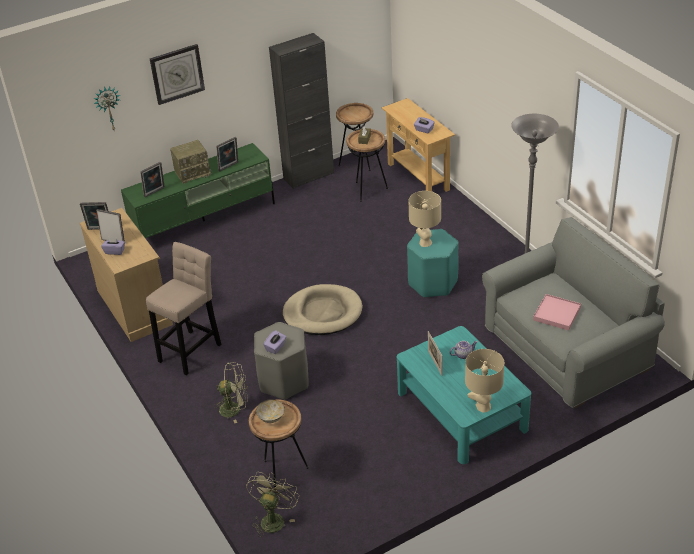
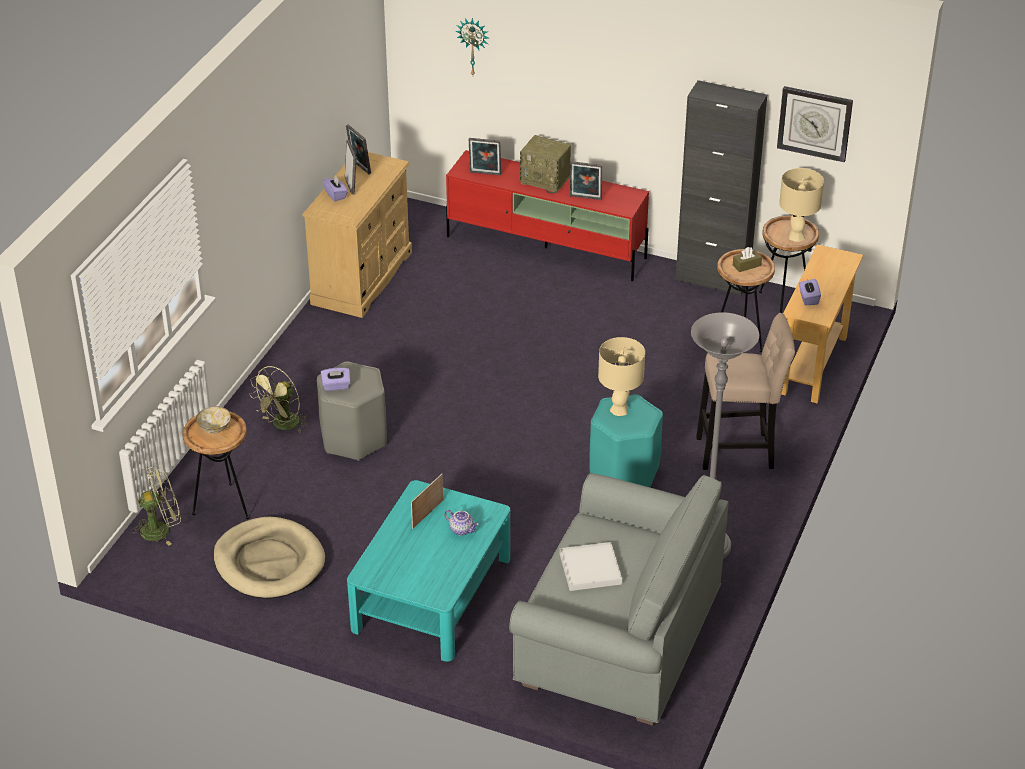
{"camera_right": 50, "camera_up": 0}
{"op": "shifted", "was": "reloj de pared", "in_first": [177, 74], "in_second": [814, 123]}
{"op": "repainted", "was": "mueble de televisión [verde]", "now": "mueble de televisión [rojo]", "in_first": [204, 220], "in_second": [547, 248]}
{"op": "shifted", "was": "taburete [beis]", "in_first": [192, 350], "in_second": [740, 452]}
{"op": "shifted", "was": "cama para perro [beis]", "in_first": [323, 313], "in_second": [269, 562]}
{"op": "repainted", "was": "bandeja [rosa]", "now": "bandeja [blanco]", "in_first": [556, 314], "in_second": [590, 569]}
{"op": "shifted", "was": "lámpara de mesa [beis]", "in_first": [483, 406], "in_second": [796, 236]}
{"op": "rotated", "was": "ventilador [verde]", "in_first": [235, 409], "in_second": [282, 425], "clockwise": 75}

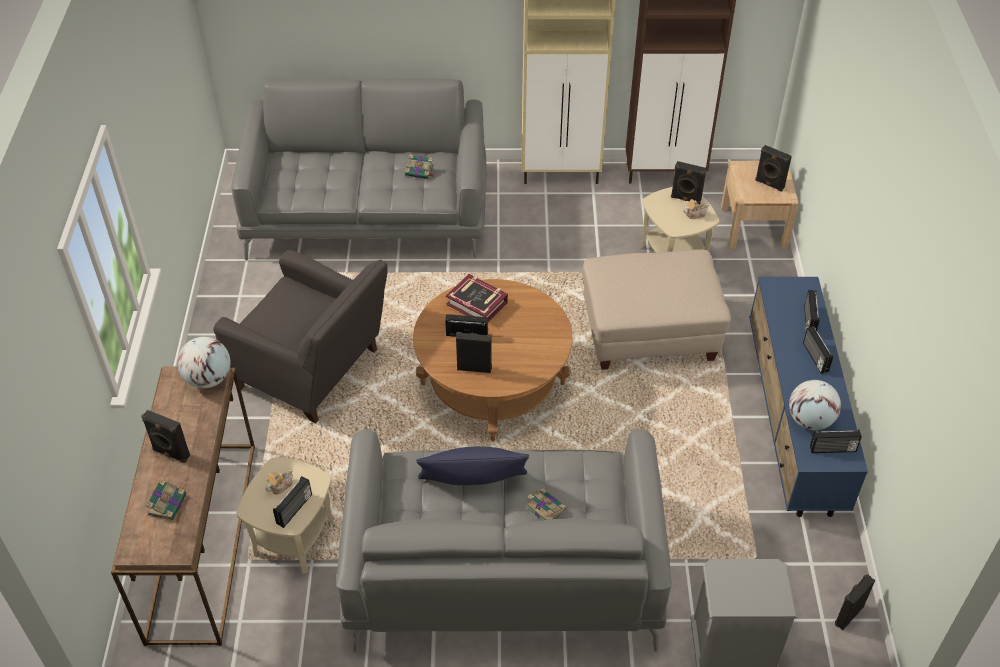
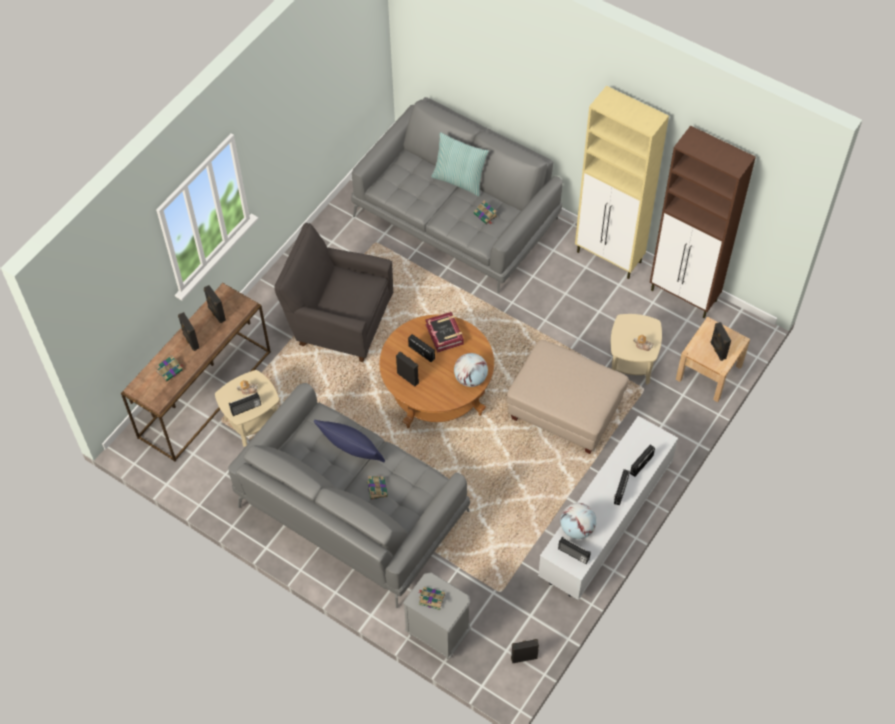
{"camera_right": 35, "camera_up": 10}
{"op": "shifted", "was": "altavoz [negro]", "in_first": [685, 199], "in_second": [216, 314]}
{"op": "rotated", "was": "sillón [gris]", "in_first": [315, 371], "in_second": [339, 321], "clockwise": 135}
{"op": "repainted", "was": "mueble de televisión [azul]", "now": "mueble de televisión [blanco]", "in_first": [793, 420], "in_second": [604, 523]}
{"op": "shifted", "was": "globo terráqueo", "in_first": [208, 379], "in_second": [470, 378]}
{"op": "new", "now": "cojín", "in_second": [459, 180]}
{"op": "new", "now": "libro", "in_second": [431, 599]}

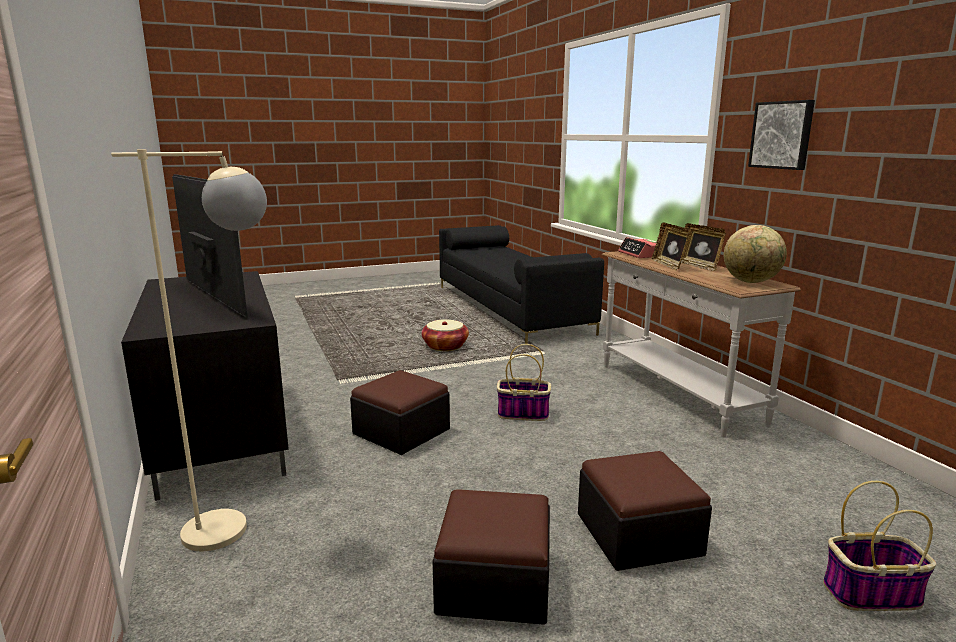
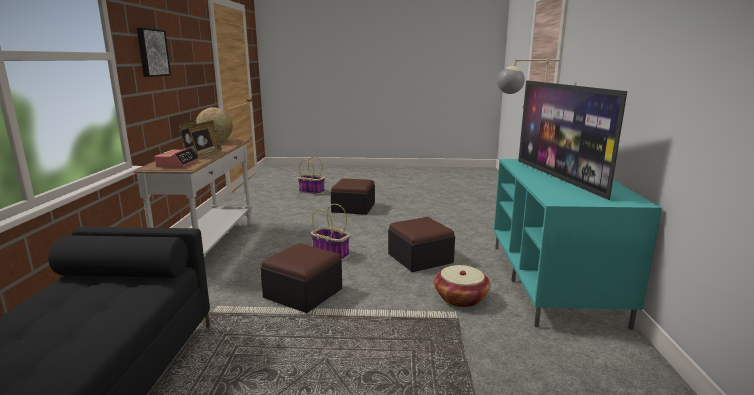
{"camera_right": -155, "camera_up": 0}
{"op": "repainted", "was": "mueble de televisión [negro]", "now": "mueble de televisión [turquesa]", "in_first": [219, 433], "in_second": [554, 282]}
{"op": "shifted", "was": "cesta", "in_first": [445, 346], "in_second": [461, 298]}
{"op": "shifted", "was": "puf", "in_first": [494, 582], "in_second": [303, 293]}

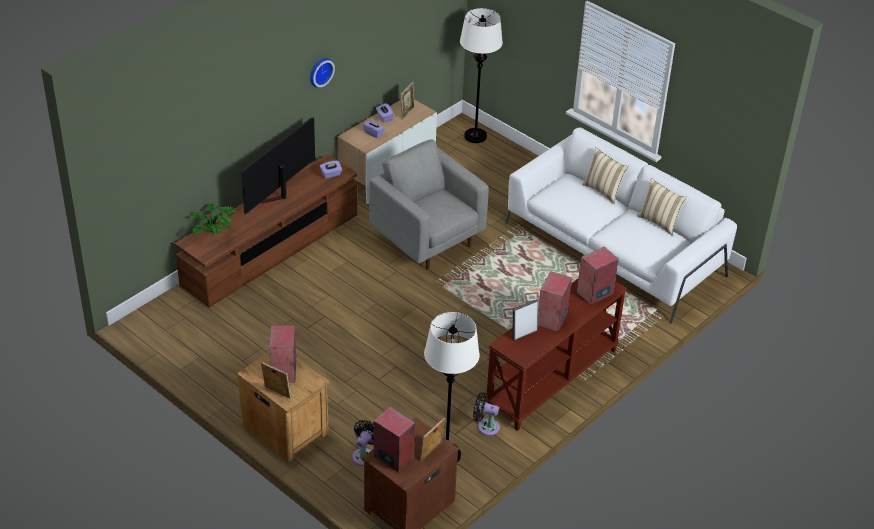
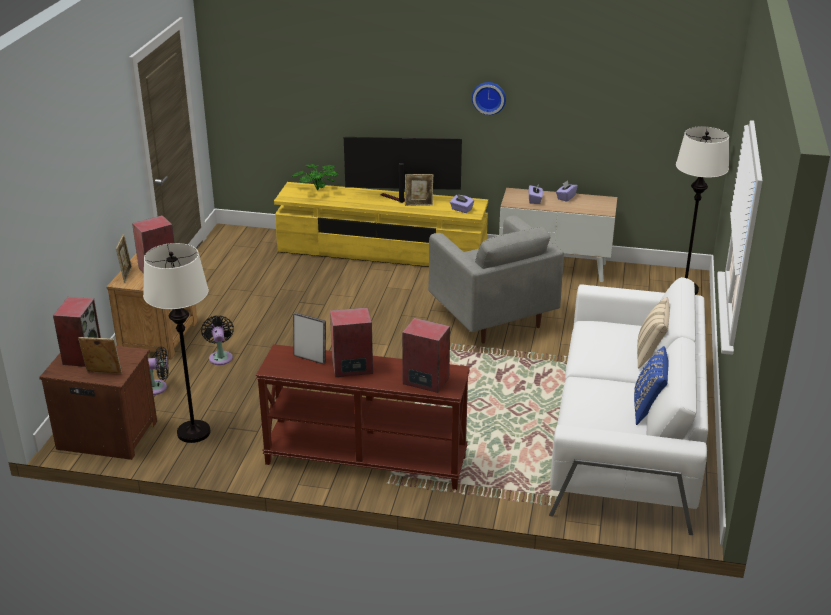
{"camera_right": 60, "camera_up": -10}
{"op": "shifted", "was": "portarretratos", "in_first": [407, 113], "in_second": [419, 205]}
{"op": "rotated", "was": "sillón [gris]", "in_first": [427, 240], "in_second": [492, 317], "clockwise": 135}
{"op": "repainted", "was": "mueble de televisión [marrón]", "now": "mueble de televisión [amarillo]", "in_first": [271, 250], "in_second": [382, 252]}
{"op": "repainted", "was": "cojín [beis]", "now": "cojín [azul]", "in_first": [659, 222], "in_second": [648, 408]}
{"op": "shifted", "was": "ventilador [negro]", "in_first": [485, 426], "in_second": [220, 356]}

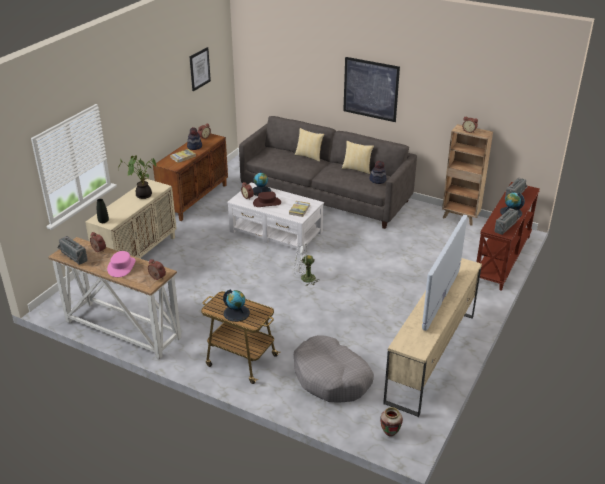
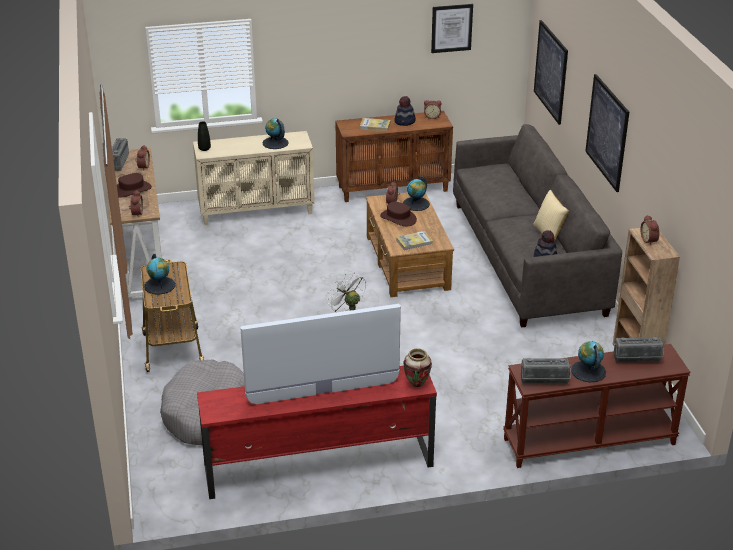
{"camera_right": 50, "camera_up": 0}
{"op": "gone", "was": "cojín", "in_first": [309, 156]}
{"op": "swapped", "was": "planta en maceta", "now": "globo terráqueo", "in_first": [143, 194], "in_second": [275, 143]}
{"op": "repainted", "was": "mesa de centro [blanco]", "now": "mesa de centro [marrón]", "in_first": [276, 232], "in_second": [407, 263]}
{"op": "repainted", "was": "sombrero [rosa]", "now": "sombrero [marrón]", "in_first": [121, 267], "in_second": [132, 189]}
{"op": "repainted", "was": "mueble de televisión [beis]", "now": "mueble de televisión [rojo]", "in_first": [430, 357], "in_second": [317, 466]}
{"op": "shifted", "was": "florero", "in_first": [390, 433], "in_second": [417, 384]}
{"op": "new", "now": "cuadro", "in_second": [551, 71]}

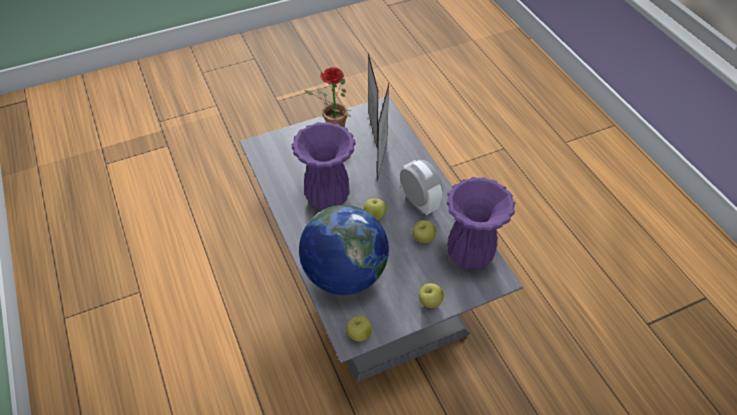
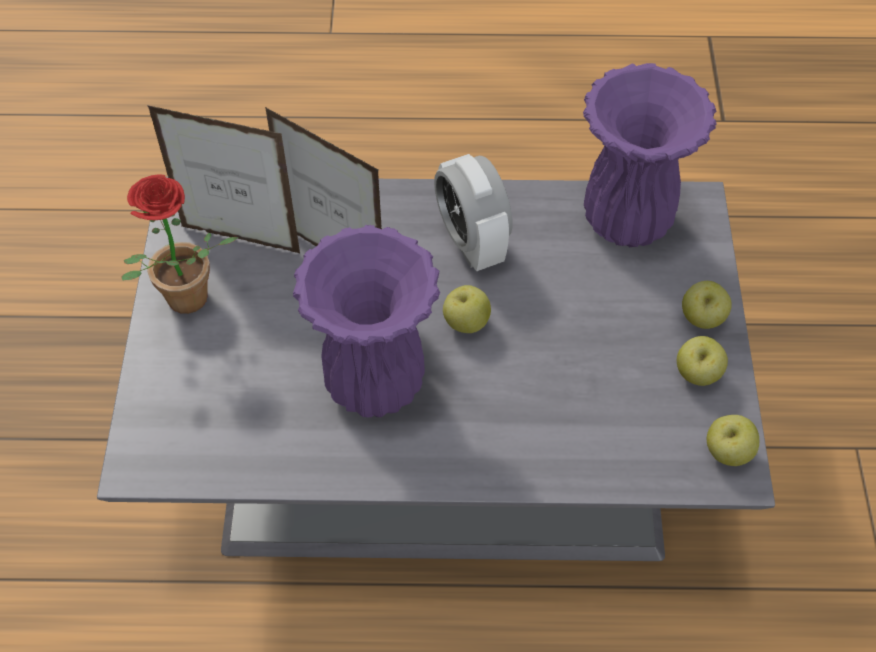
{"camera_right": -65, "camera_up": 5}
{"op": "rotated", "was": "despertador", "in_first": [419, 202], "in_second": [471, 242], "clockwise": -105}
{"op": "gone", "was": "globo terráqueo", "in_first": [344, 274]}
{"op": "shifted", "was": "manzana", "in_first": [423, 238], "in_second": [697, 374]}

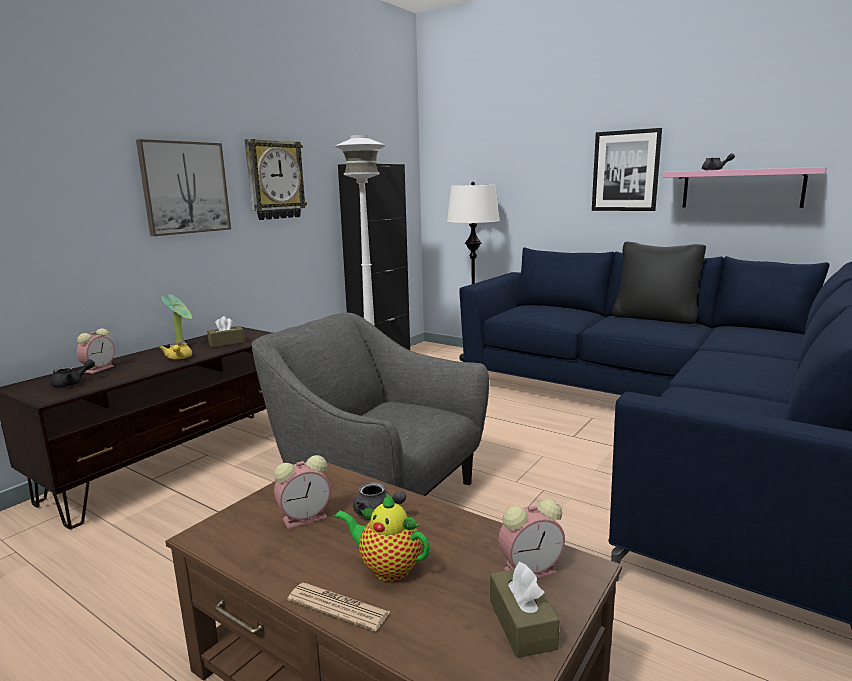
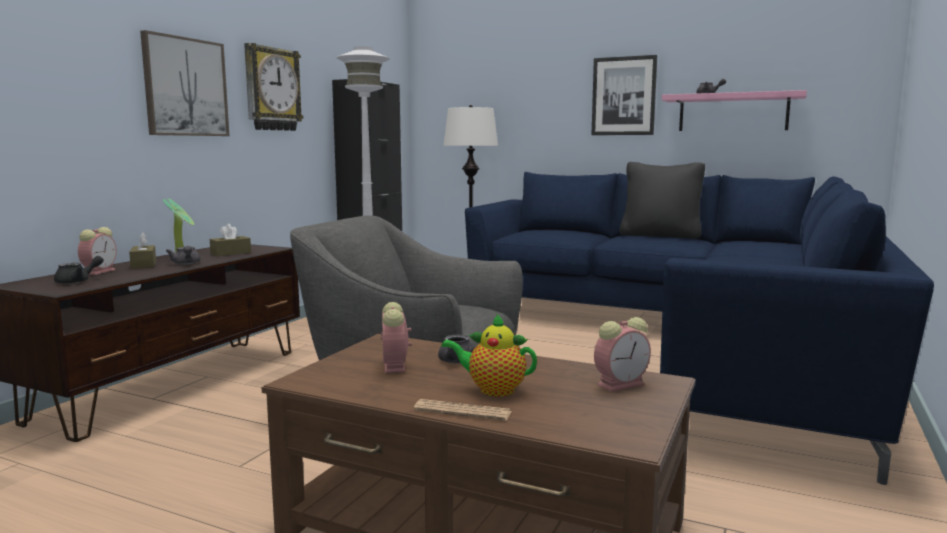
{"camera_right": -10, "camera_up": -5}
{"op": "repainted", "was": "tetera [amarillo]", "now": "tetera [gris]", "in_first": [178, 358], "in_second": [186, 263]}
{"op": "rotated", "was": "despertador", "in_first": [306, 517], "in_second": [395, 367], "clockwise": 120}
{"op": "shifted", "was": "caja de pañuelos [marrón]", "in_first": [522, 624], "in_second": [144, 264]}

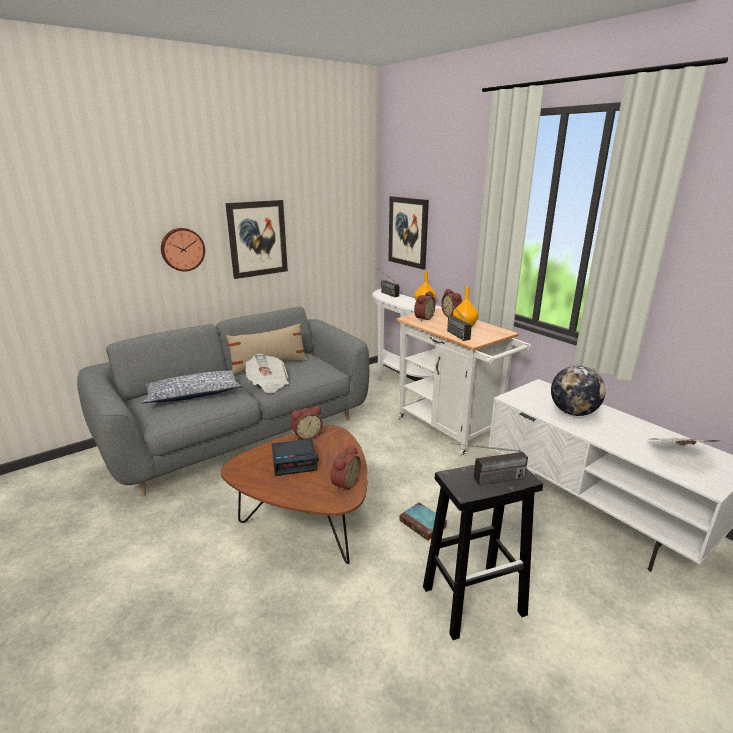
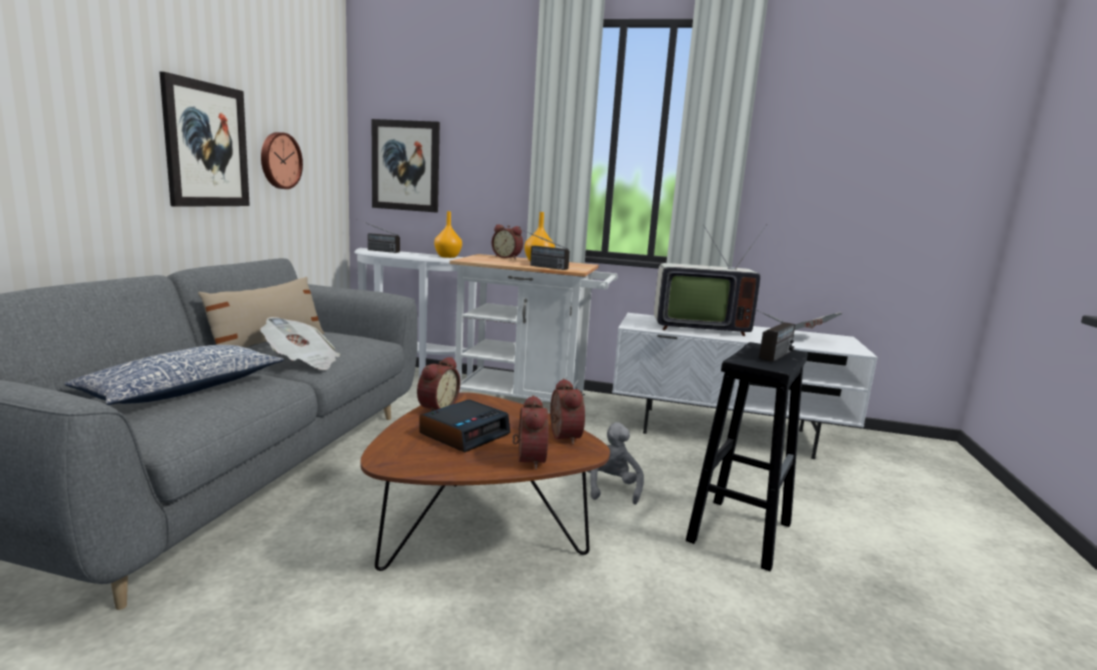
{"camera_right": -40, "camera_up": -10}
{"op": "shifted", "was": "reloj de pared", "in_first": [182, 249], "in_second": [279, 160]}
{"op": "shifted", "was": "despertador", "in_first": [423, 318], "in_second": [527, 459]}
{"op": "swapped", "was": "globo terráqueo", "now": "televisor", "in_first": [573, 412], "in_second": [698, 328]}
{"op": "swapped", "was": "libro", "now": "peluche [gris]", "in_first": [424, 524], "in_second": [611, 488]}

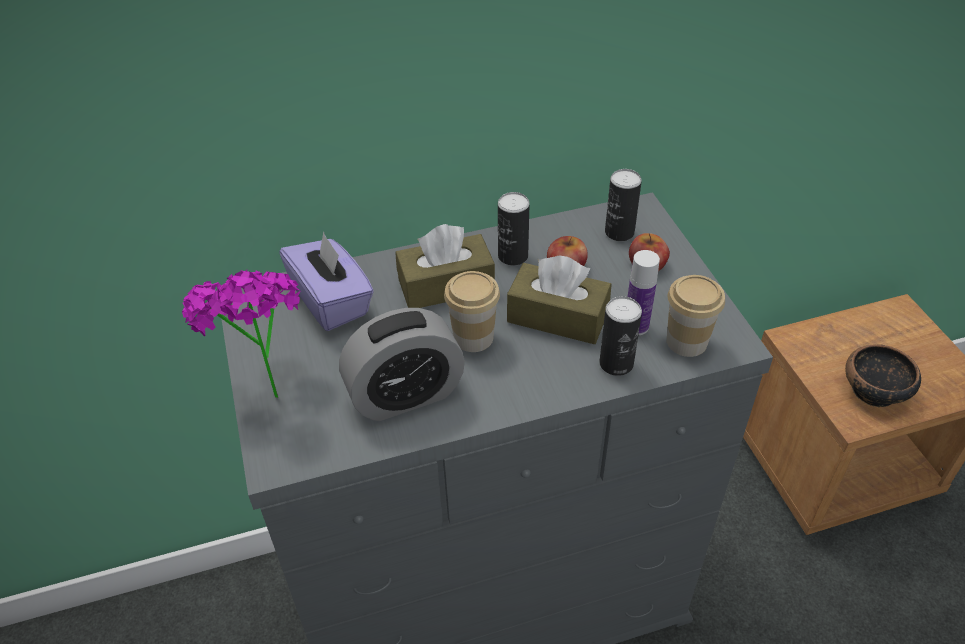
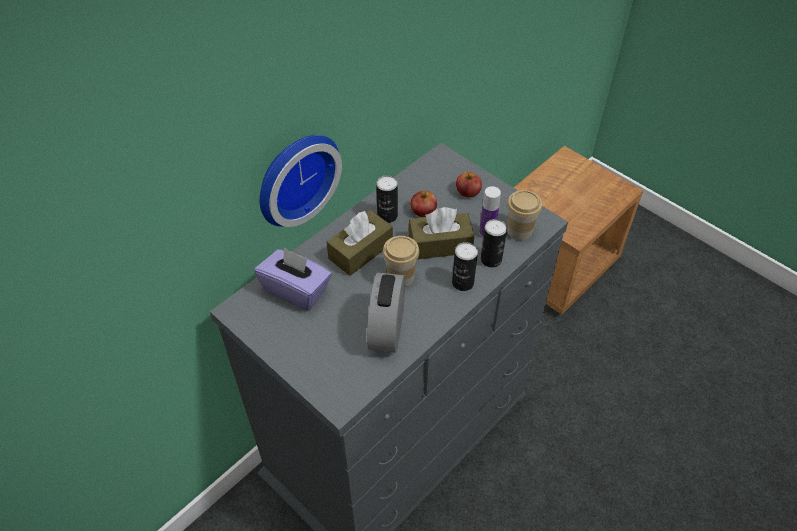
{"camera_right": -30, "camera_up": 5}
{"op": "shifted", "was": "lata", "in_first": [619, 232], "in_second": [462, 283]}
{"op": "gone", "was": "planta en maceta", "in_first": [266, 384]}
{"op": "rotated", "was": "despertador", "in_first": [405, 395], "in_second": [387, 329], "clockwise": 150}
{"op": "gone", "was": "cuenco", "in_first": [874, 391]}
{"op": "new", "now": "reloj de pared", "in_second": [294, 176]}

